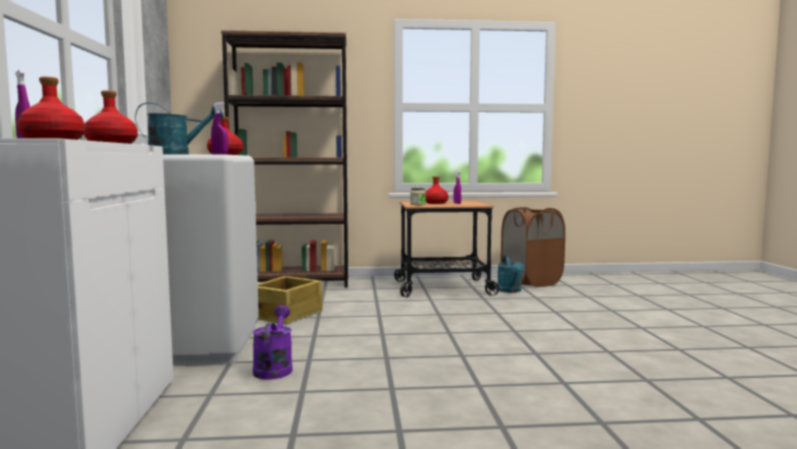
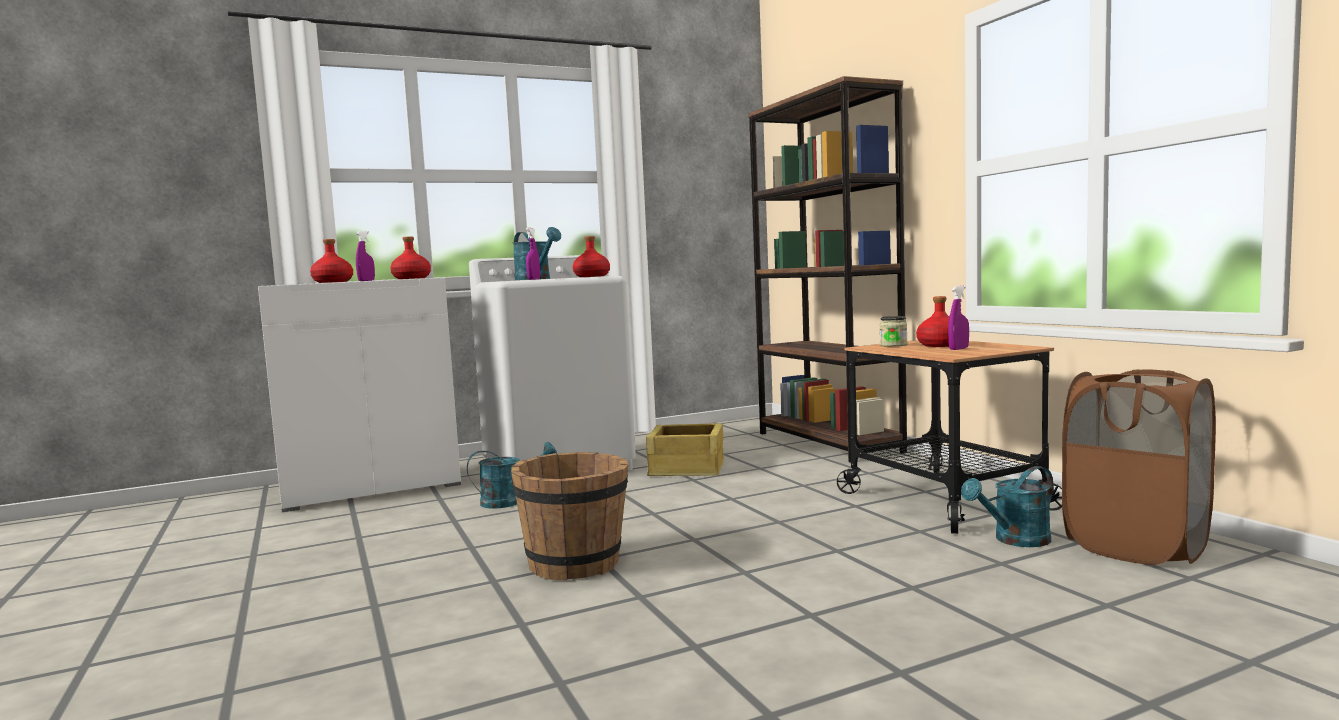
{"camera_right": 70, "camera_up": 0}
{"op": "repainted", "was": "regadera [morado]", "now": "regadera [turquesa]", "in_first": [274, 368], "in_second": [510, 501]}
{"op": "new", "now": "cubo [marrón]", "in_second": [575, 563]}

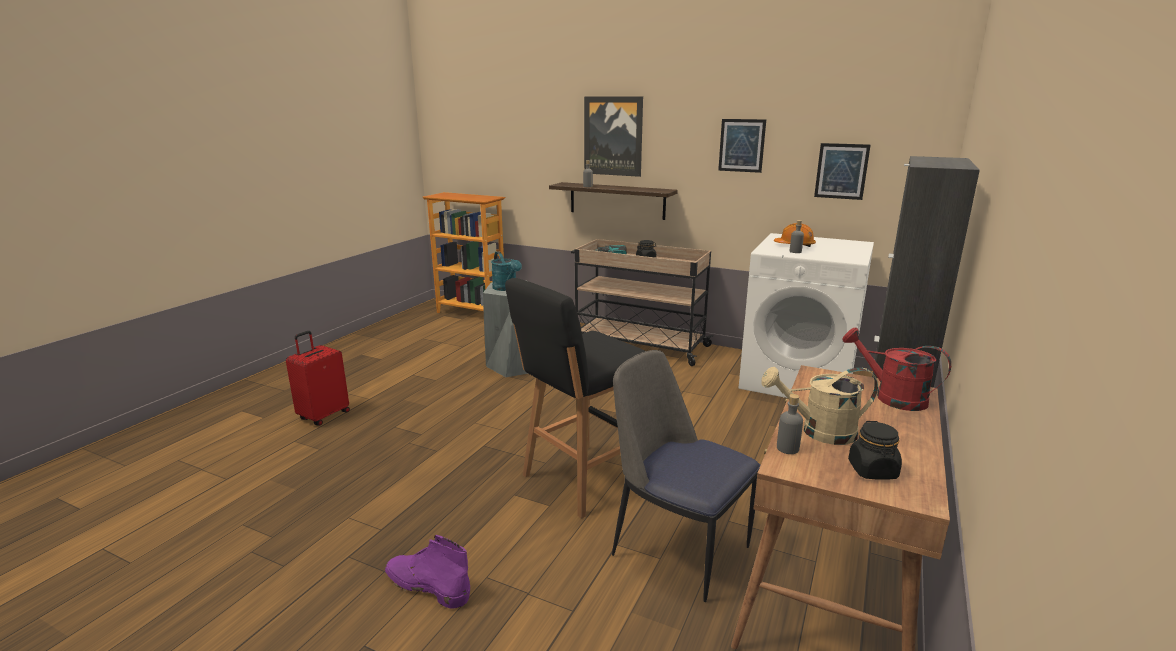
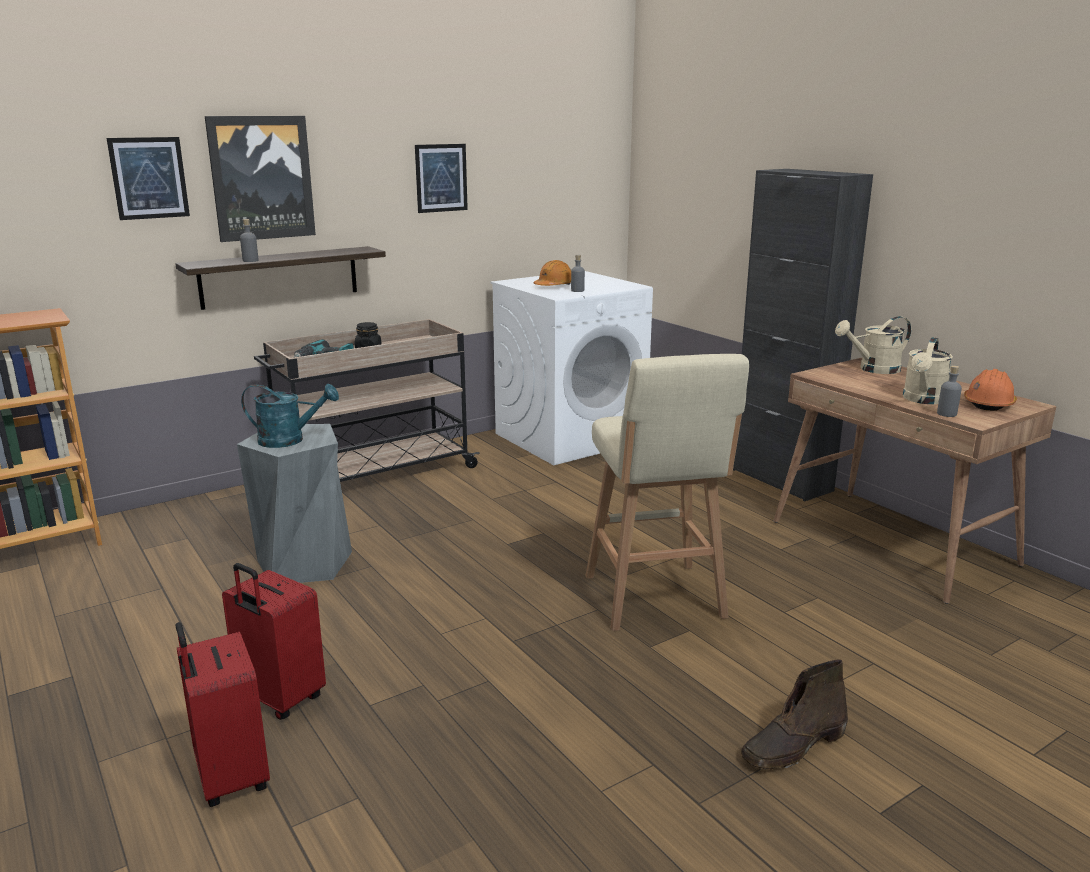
{"camera_right": -60, "camera_up": 0}
{"op": "shifted", "was": "cuadro", "in_first": [841, 171], "in_second": [149, 178]}
{"op": "repainted", "was": "taburete [negro]", "now": "taburete [beis]", "in_first": [580, 480], "in_second": [655, 599]}
{"op": "repainted", "was": "regadera [rojo]", "now": "regadera [beis]", "in_first": [891, 397], "in_second": [873, 369]}
{"op": "gone", "was": "silla", "in_first": [677, 548]}
{"op": "swapped", "was": "tarro [negro]", "now": "casco [naranja]", "in_first": [872, 471], "in_second": [989, 403]}
{"op": "repainted", "was": "bota [morado]", "now": "bota [marrón]", "in_first": [426, 586], "in_second": [793, 746]}
{"op": "new", "now": "maleta [rojo]", "in_second": [279, 699]}

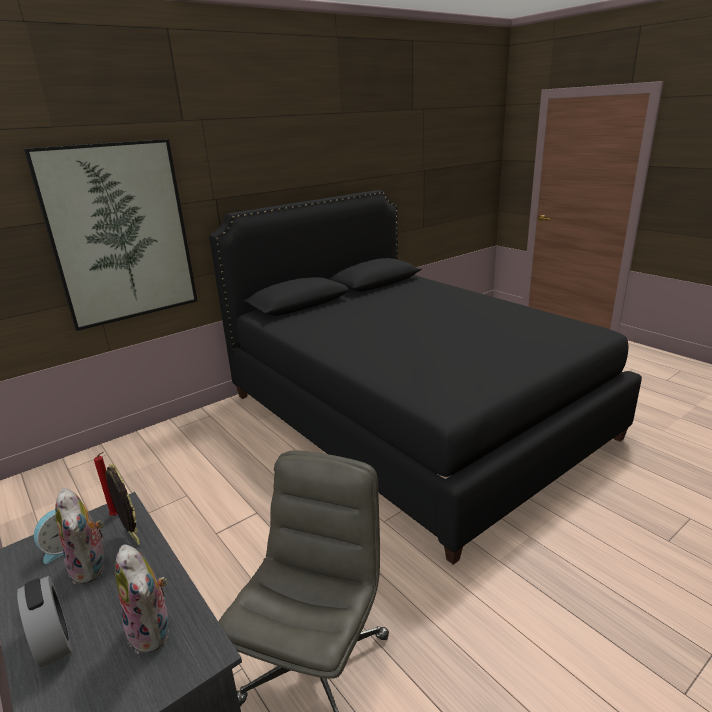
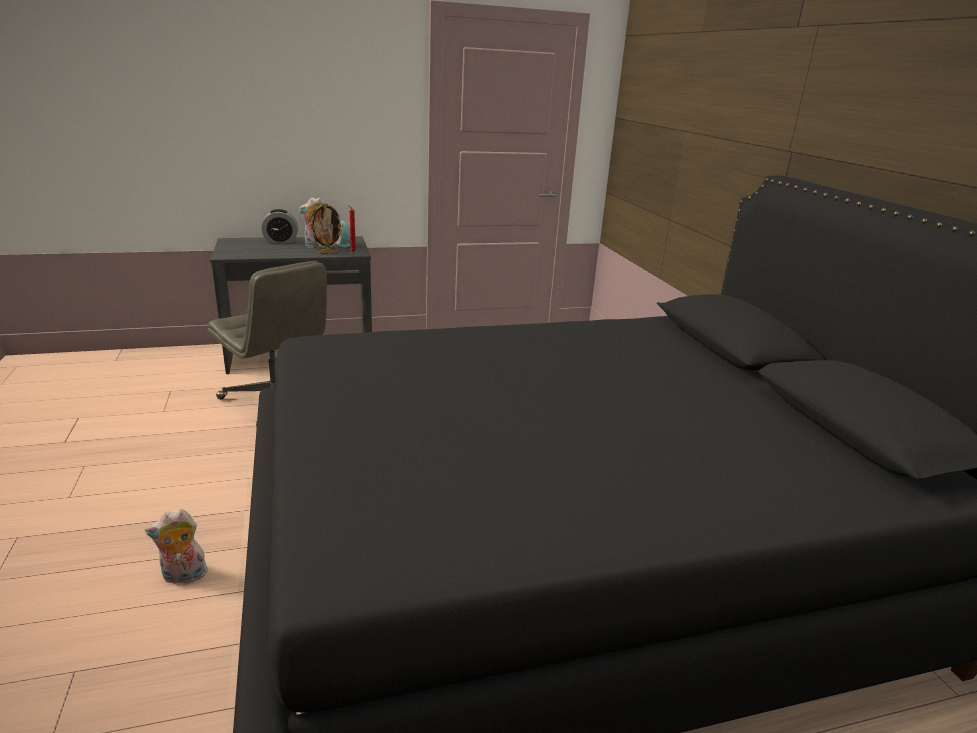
{"camera_right": 110, "camera_up": 0}
{"op": "gone", "was": "cuadro", "in_first": [120, 234]}
{"op": "shifted", "was": "peluche", "in_first": [153, 631], "in_second": [183, 577]}

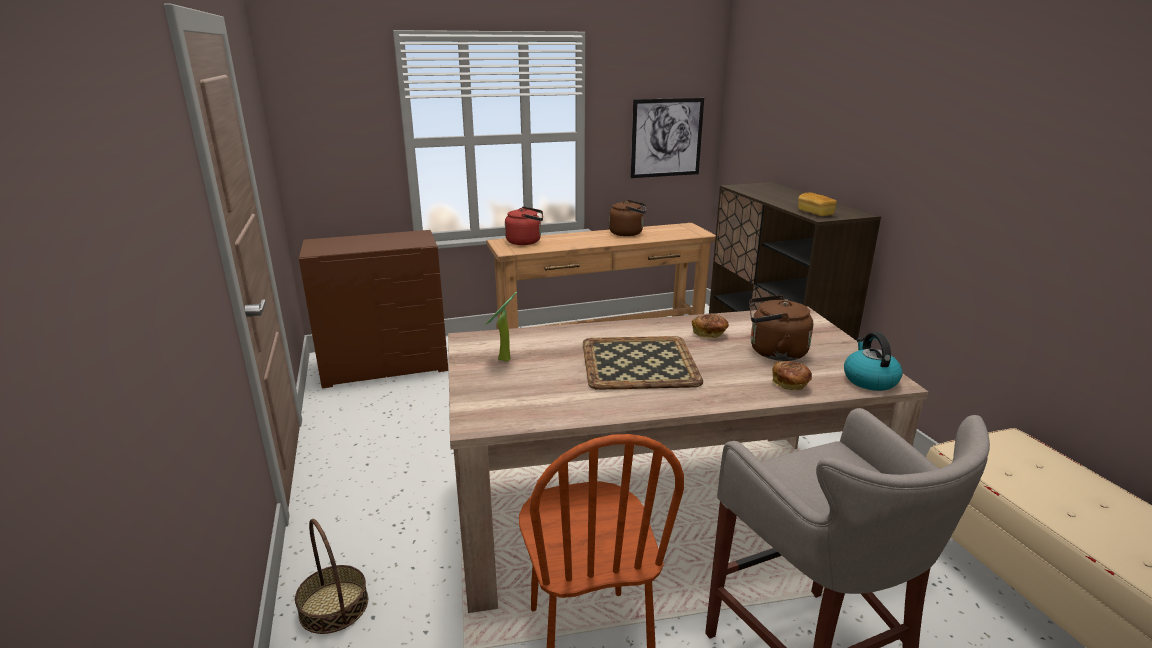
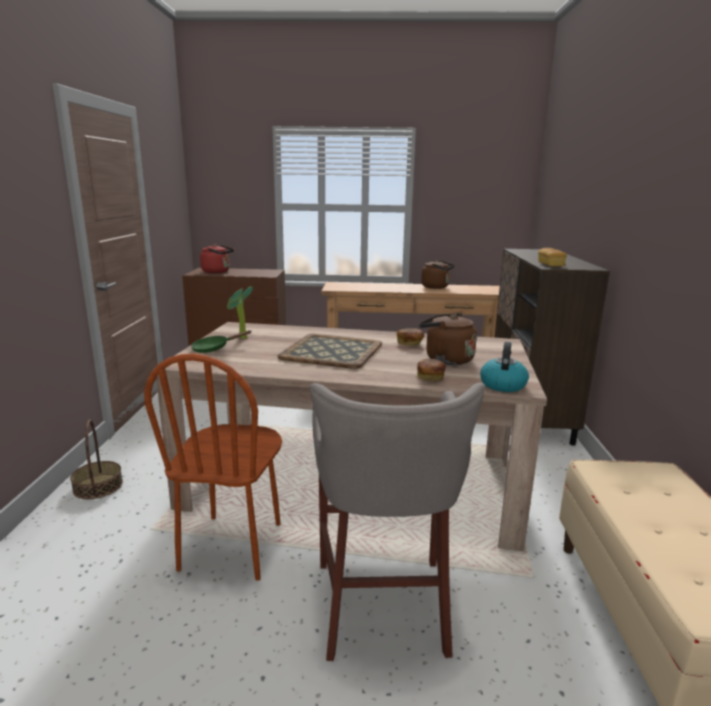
{"camera_right": 20, "camera_up": -5}
{"op": "gone", "was": "cuadro", "in_first": [666, 138]}
{"op": "shifted", "was": "hervidor [rojo]", "in_first": [526, 242], "in_second": [218, 272]}
{"op": "new", "now": "sartén [verde]", "in_second": [214, 348]}

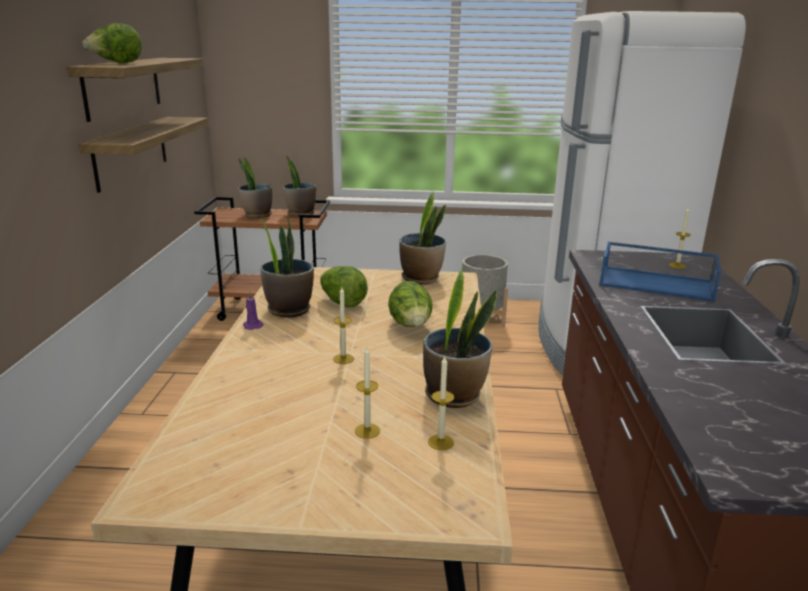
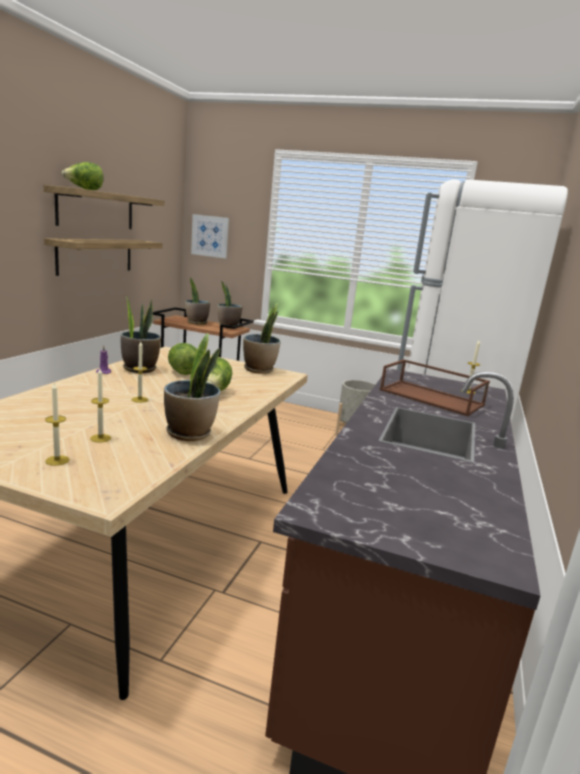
{"camera_right": 15, "camera_up": -5}
{"op": "repainted", "was": "bandeja [azul]", "now": "bandeja [marrón]", "in_first": [657, 283], "in_second": [432, 398]}
{"op": "shifted", "was": "vela", "in_first": [440, 442], "in_second": [57, 460]}
{"op": "new", "now": "cuadro", "in_second": [210, 236]}

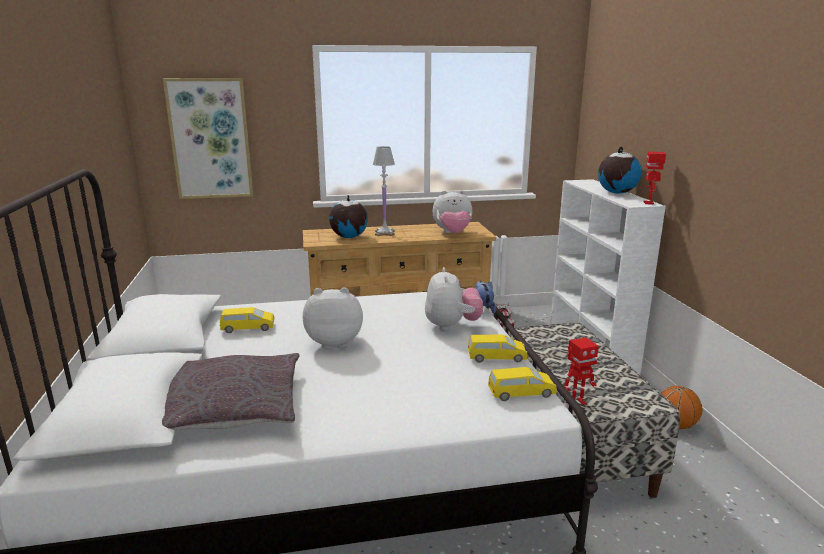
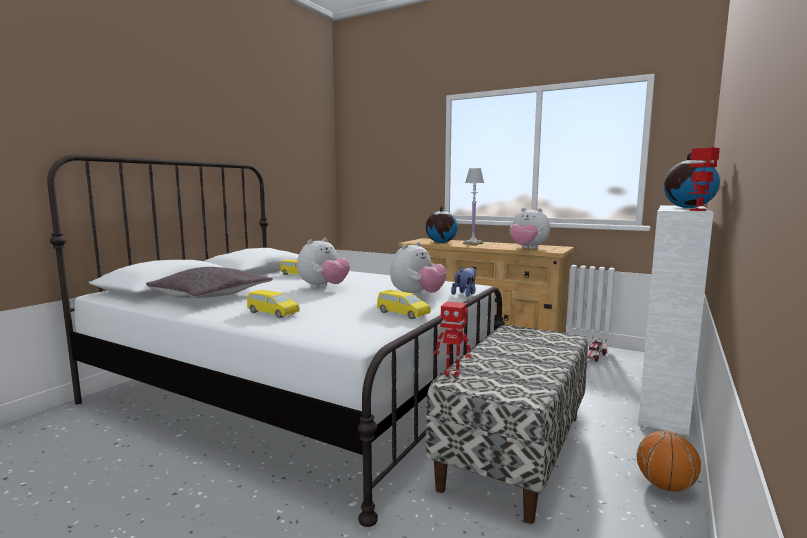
{"camera_right": 40, "camera_up": -10}
{"op": "gone", "was": "cuadro", "in_first": [210, 139]}
{"op": "rotated", "was": "peluche", "in_first": [334, 342], "in_second": [324, 287], "clockwise": 90}
{"op": "shifted", "was": "coche de juguete [amarillo]", "in_first": [521, 393], "in_second": [272, 313]}

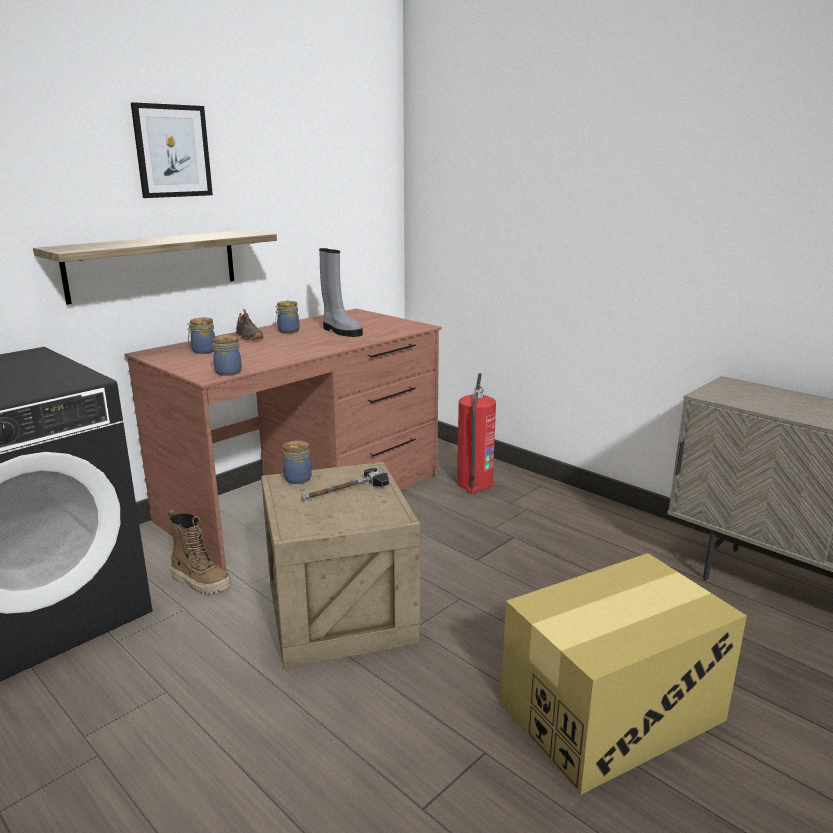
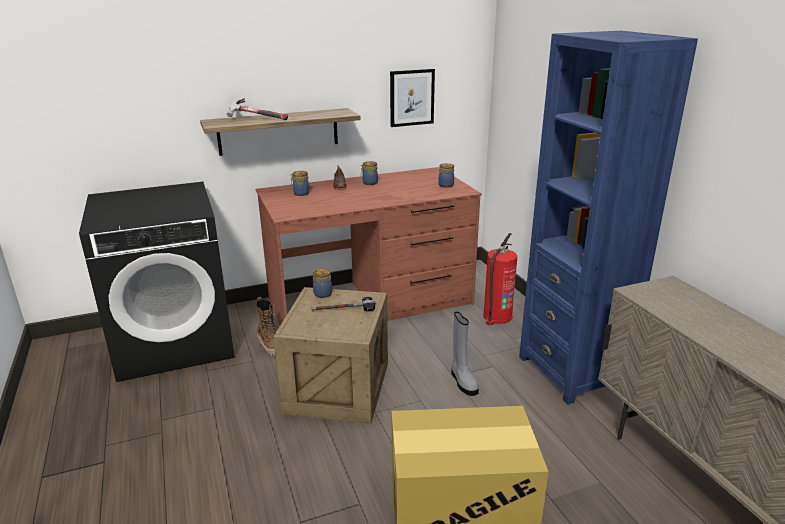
{"camera_right": 25, "camera_up": 5}
{"op": "shifted", "was": "cuadro", "in_first": [172, 151], "in_second": [411, 97]}
{"op": "shifted", "was": "bota [gris]", "in_first": [340, 331], "in_second": [463, 381]}
{"op": "shifted", "was": "tarro", "in_first": [229, 372], "in_second": [446, 185]}
{"op": "new", "now": "estantería [azul]", "in_second": [571, 371]}
{"op": "new", "now": "martillo", "in_second": [257, 119]}

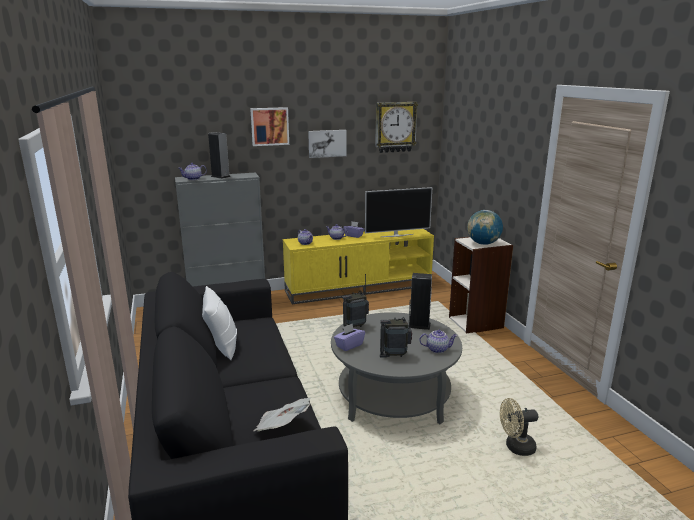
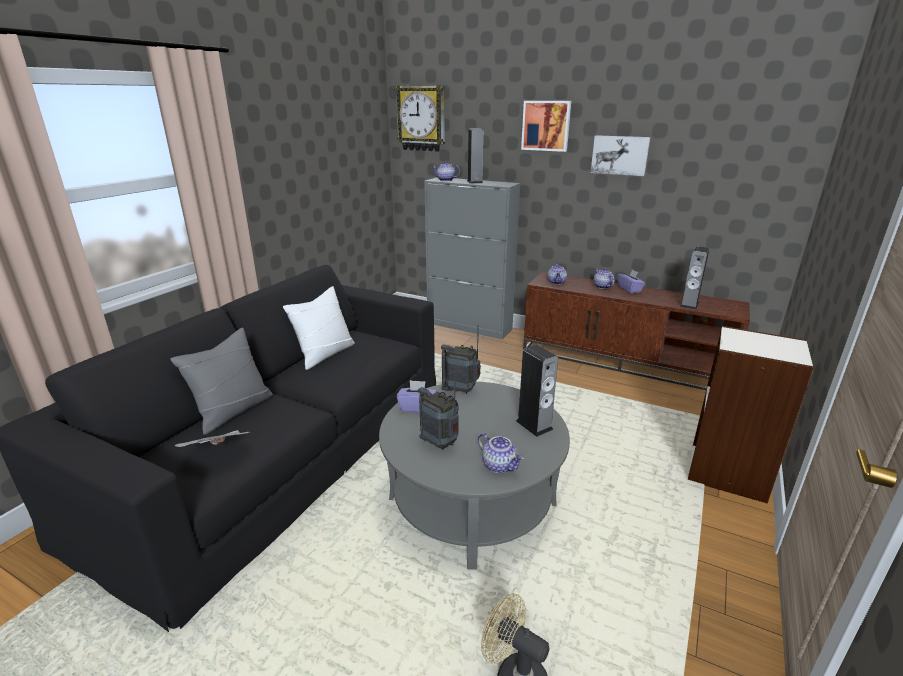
{"camera_right": 45, "camera_up": 5}
{"op": "shifted", "was": "reloj de pared", "in_first": [395, 127], "in_second": [421, 118]}
{"op": "swapped", "was": "televisor", "now": "altavoz", "in_first": [396, 235], "in_second": [689, 304]}
{"op": "gone", "was": "globo terráqueo", "in_first": [483, 244]}
{"op": "repainted", "was": "mueble de televisión [amarillo]", "now": "mueble de televisión [marrón]", "in_first": [359, 288], "in_second": [624, 361]}
{"op": "new", "now": "cojín [gris]", "in_second": [233, 411]}

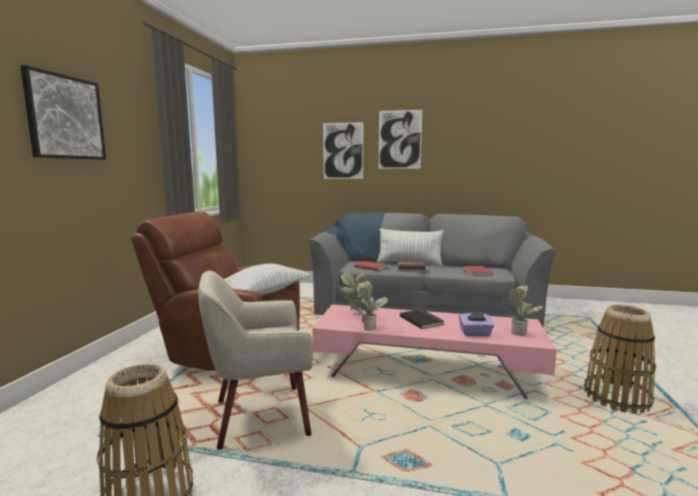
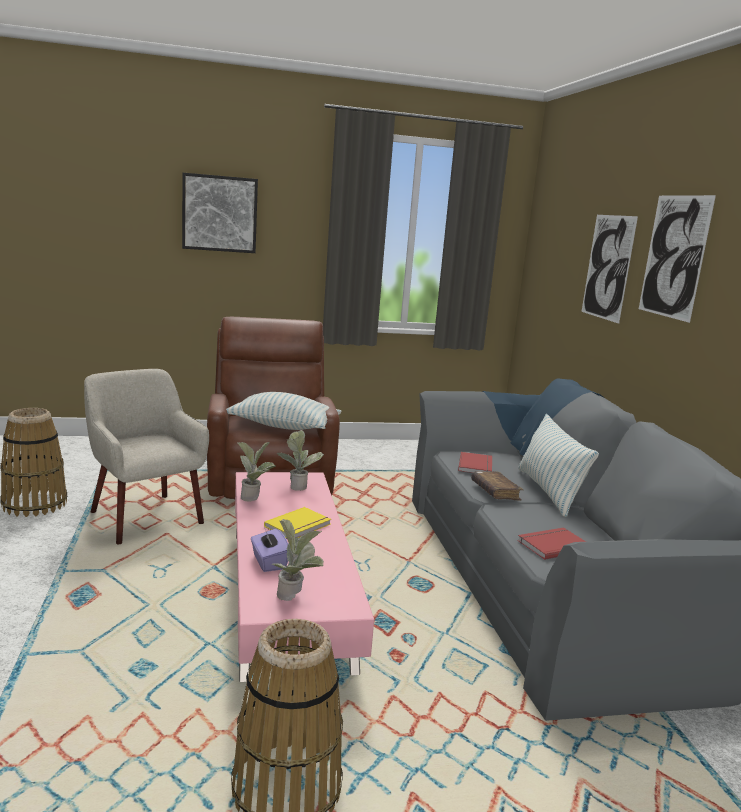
{"camera_right": 65, "camera_up": 5}
{"op": "repainted", "was": "libro [negro]", "now": "libro [amarillo]", "in_first": [422, 320], "in_second": [299, 526]}

